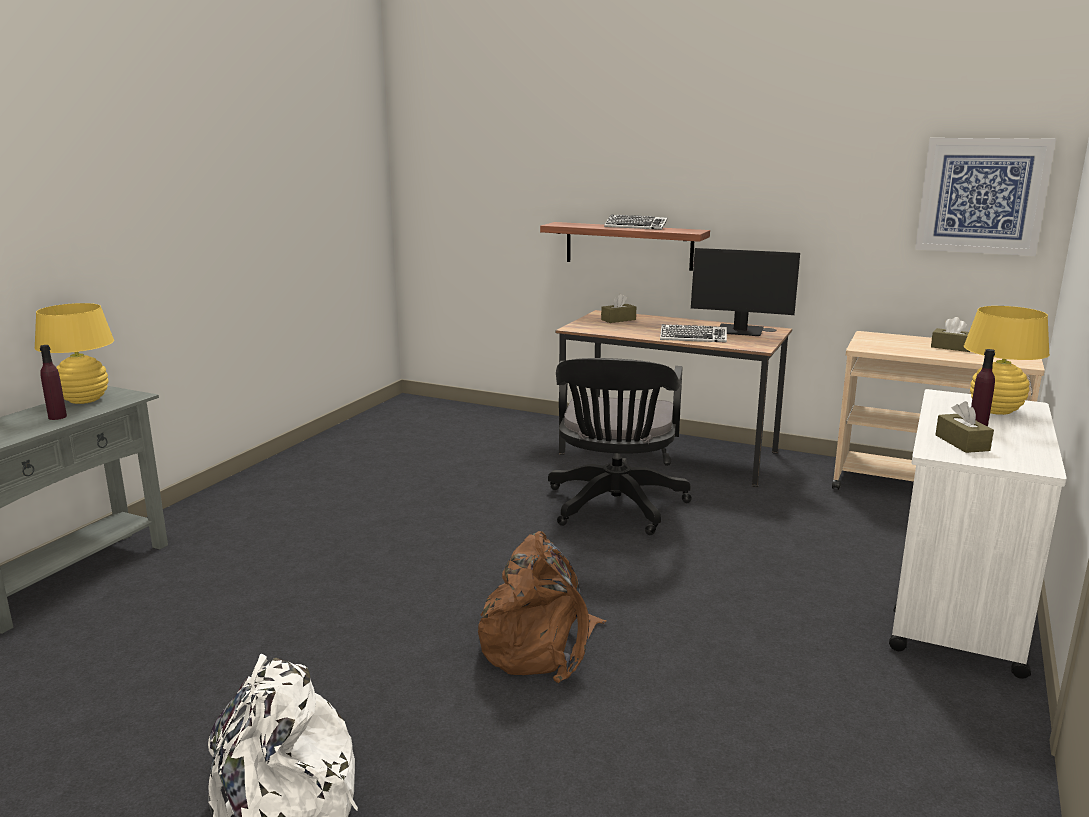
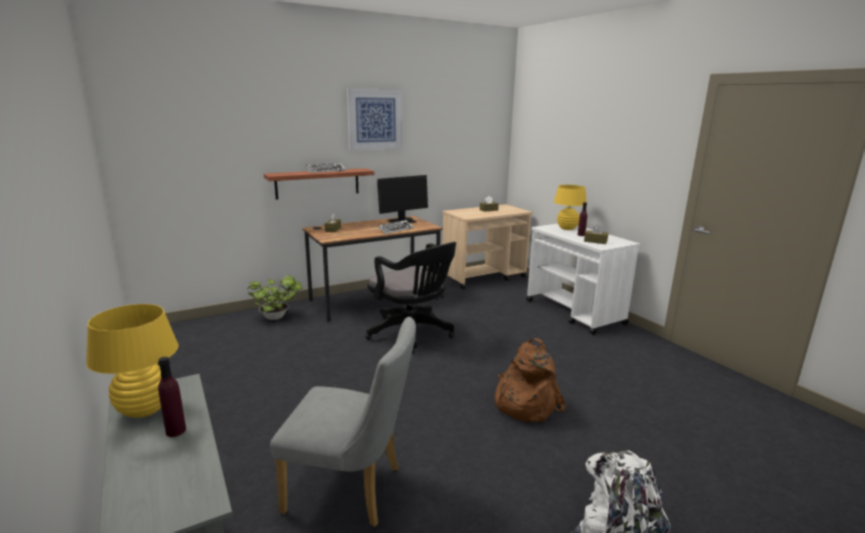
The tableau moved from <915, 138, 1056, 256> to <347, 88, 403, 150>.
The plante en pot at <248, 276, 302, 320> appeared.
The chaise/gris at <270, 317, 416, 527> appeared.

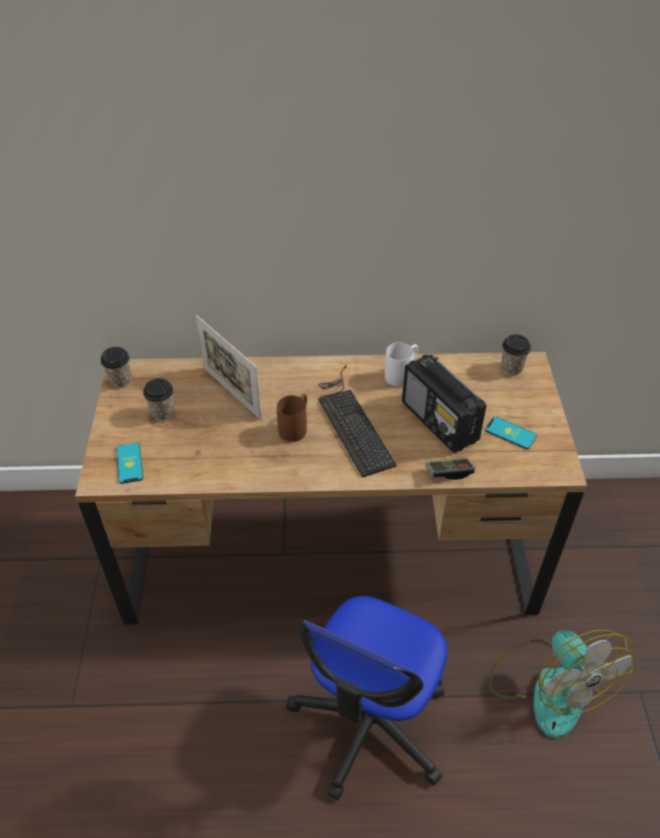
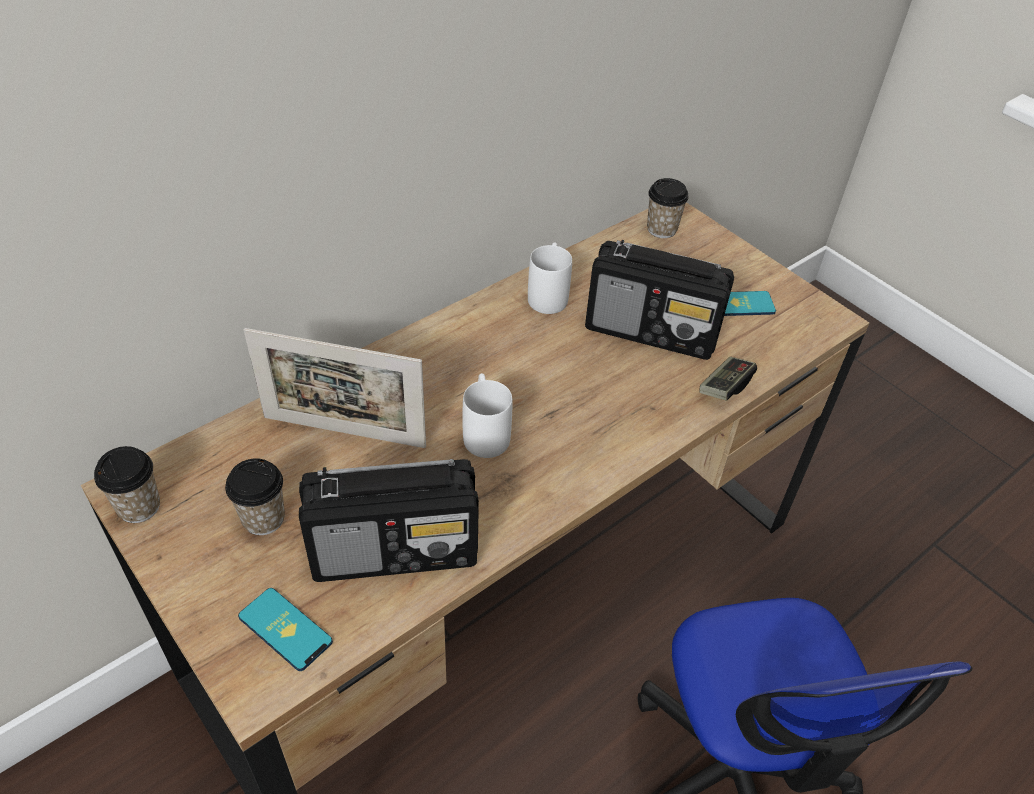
The clavier at <319, 365, 397, 478> disappeared.
The mug/marron at <277, 393, 307, 442> became the mug/blanc at <463, 373, 512, 458>.
The ventilateur at <489, 629, 636, 738> disappeared.
The radio at <299, 459, 479, 582> appeared.

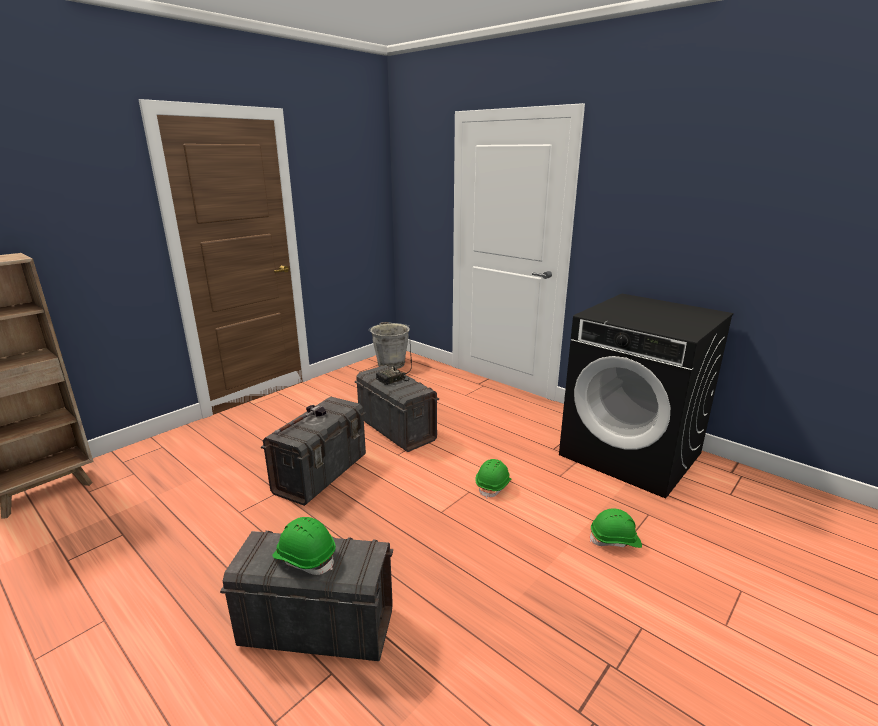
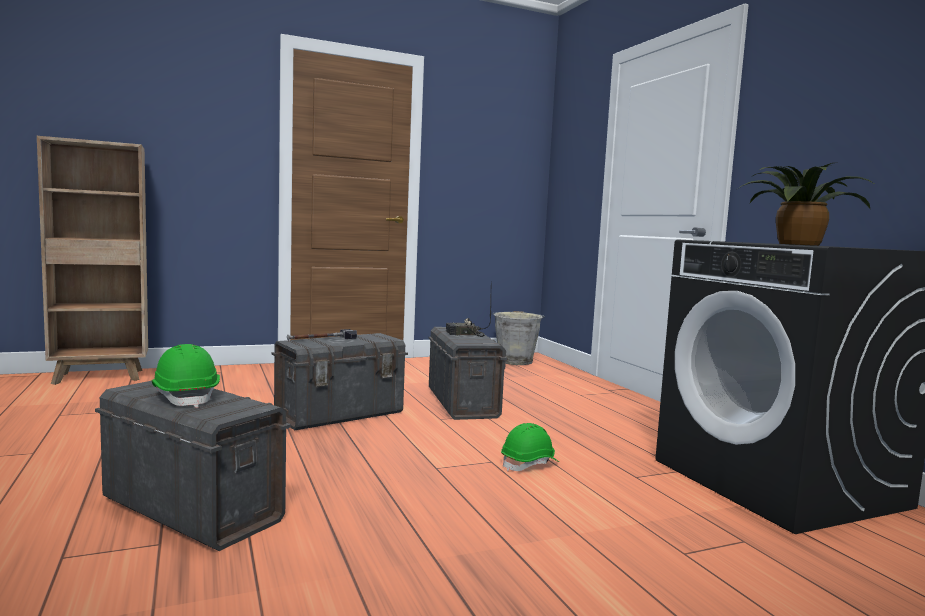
The casque de chantier/vert at <590, 508, 642, 548> disappeared.
The plante en pot at <739, 162, 873, 246> appeared.

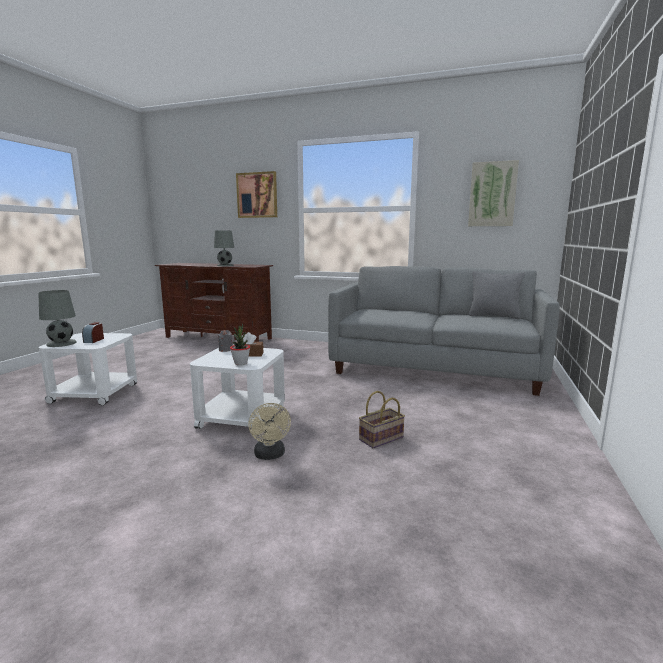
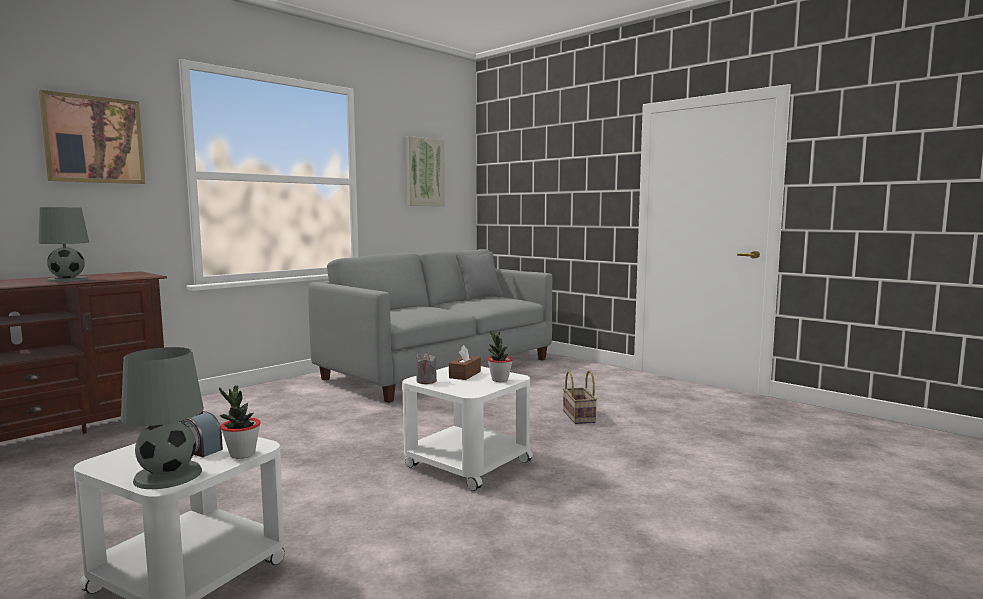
The ventilateur/beige at <248, 403, 291, 460> disappeared.
The plante en pot at <219, 385, 261, 459> appeared.

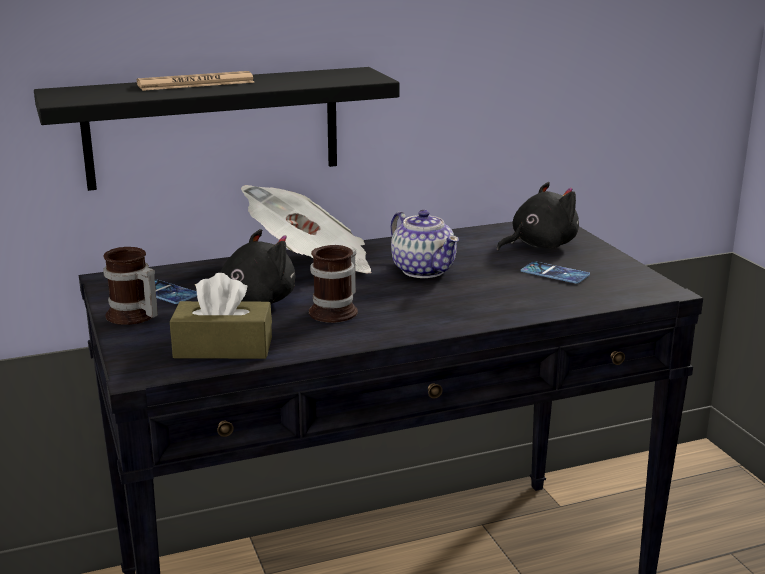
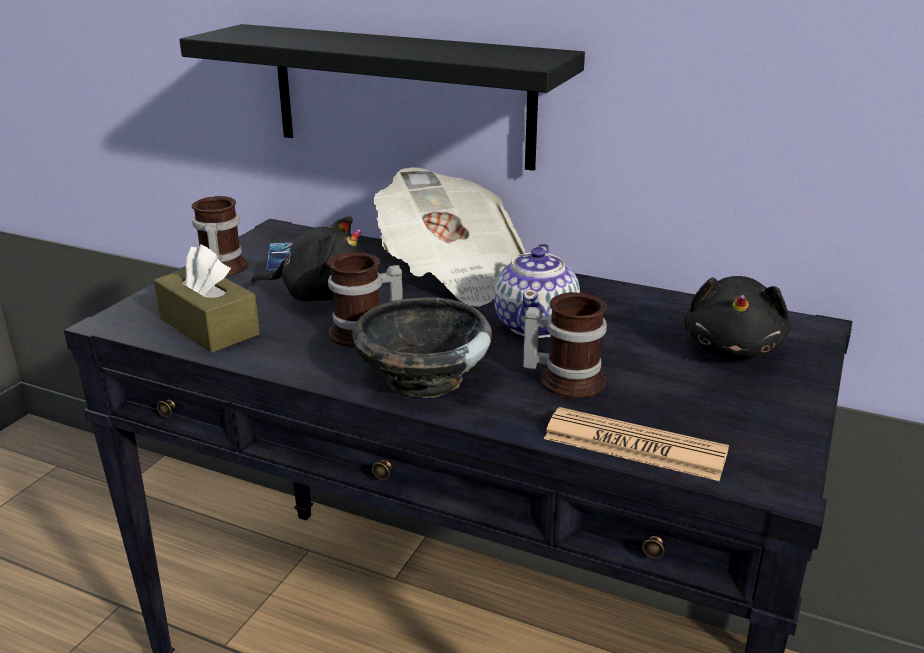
The journal moved from <137, 71, 255, 91> to <544, 407, 729, 481>.
The peluche/noir at <497, 182, 579, 251> turned 90 degrees clockwise.
The téléphone at <521, 261, 590, 284> disappeared.
The mug at <523, 292, 607, 398> appeared.
The bol/noir at <352, 297, 492, 398> appeared.

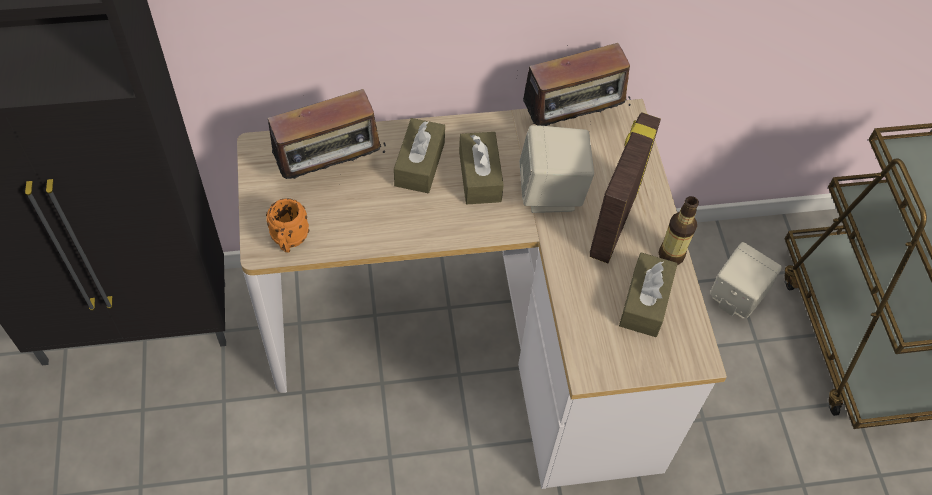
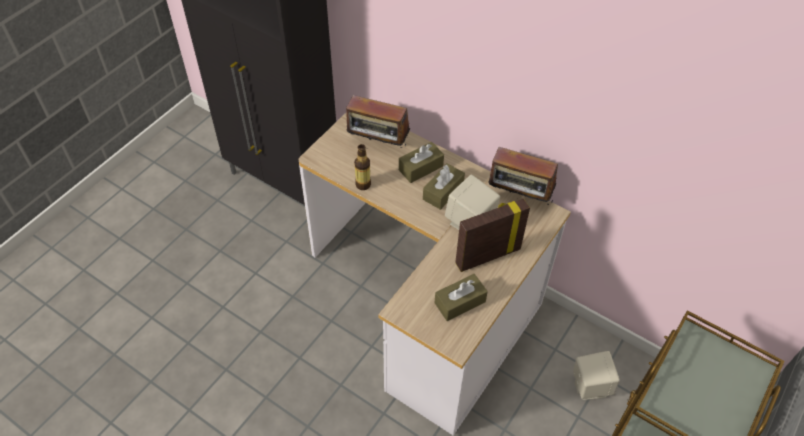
The bouteille moved from <659, 196, 699, 265> to <354, 144, 371, 190>.
The mug/orange at <266, 198, 309, 252> disappeared.

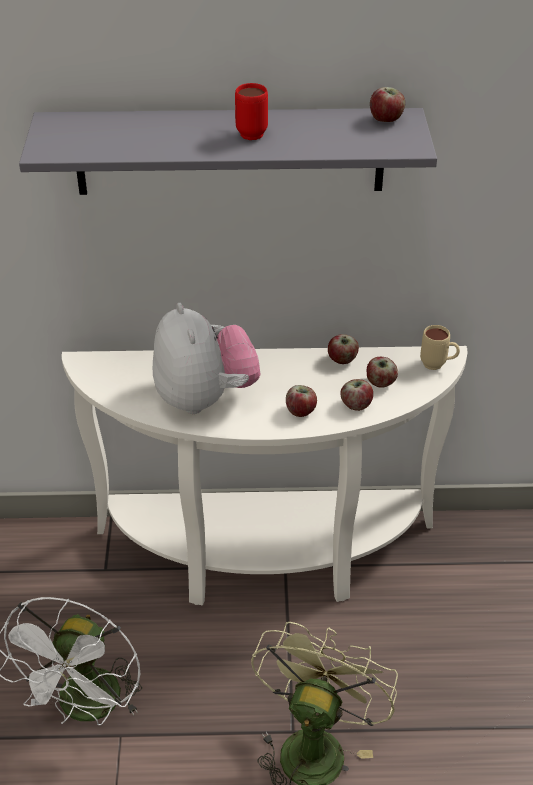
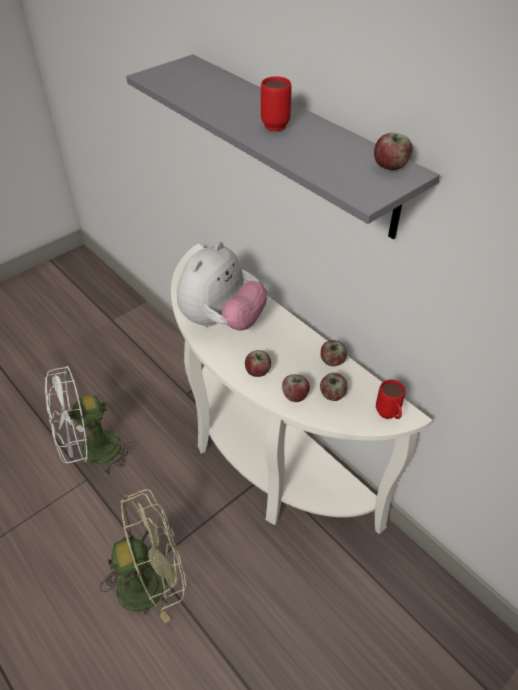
The mug/beige at <420, 325, 460, 370> became the mug/rouge at <376, 379, 405, 419>.

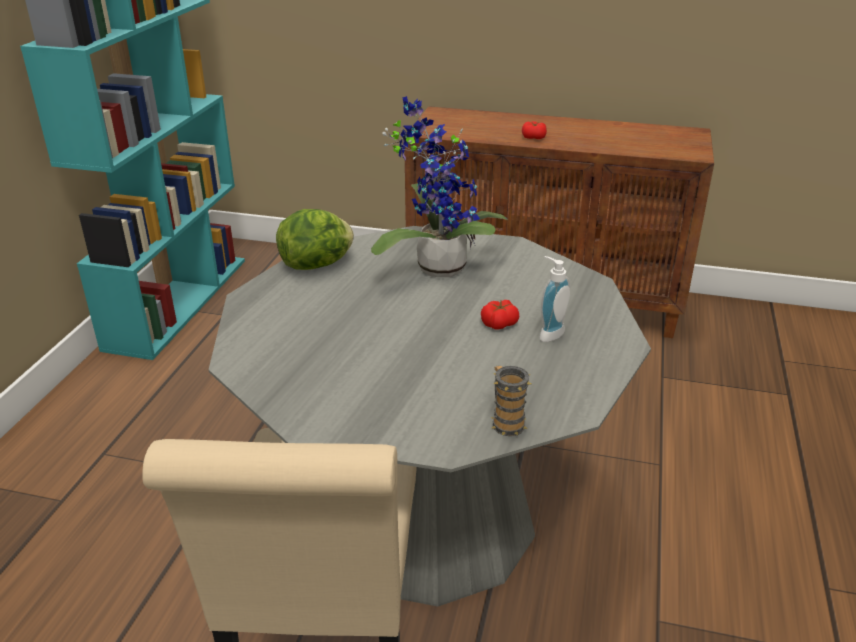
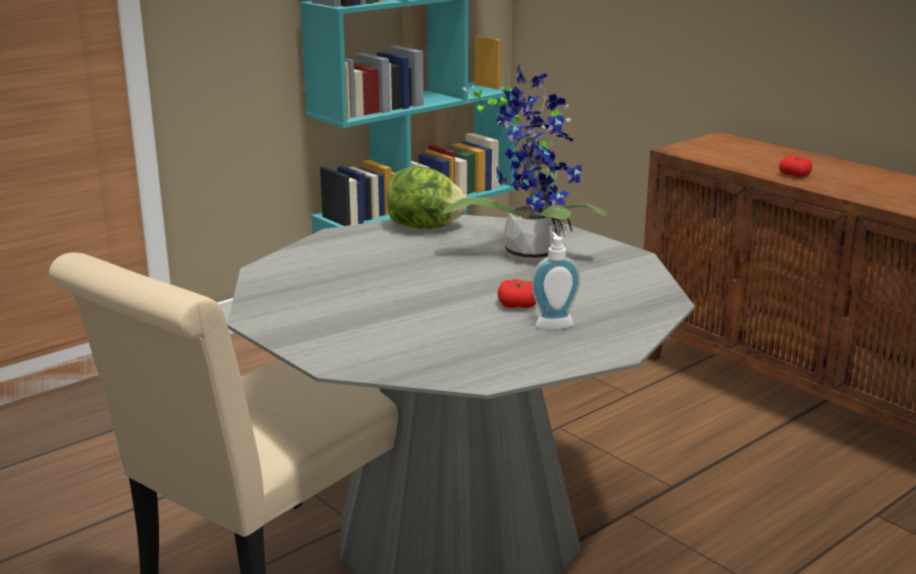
The mug at <491, 366, 531, 436> disappeared.

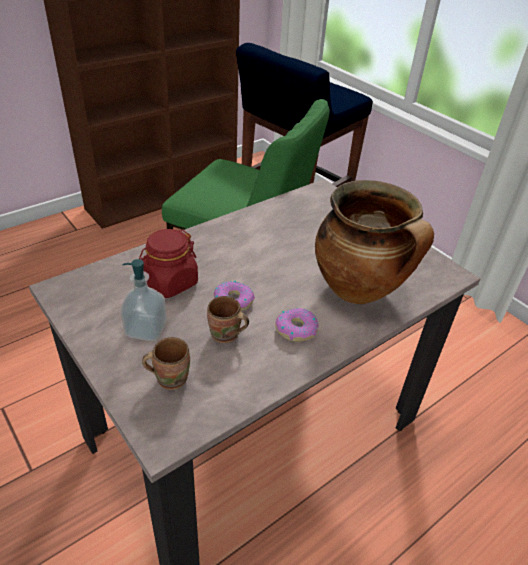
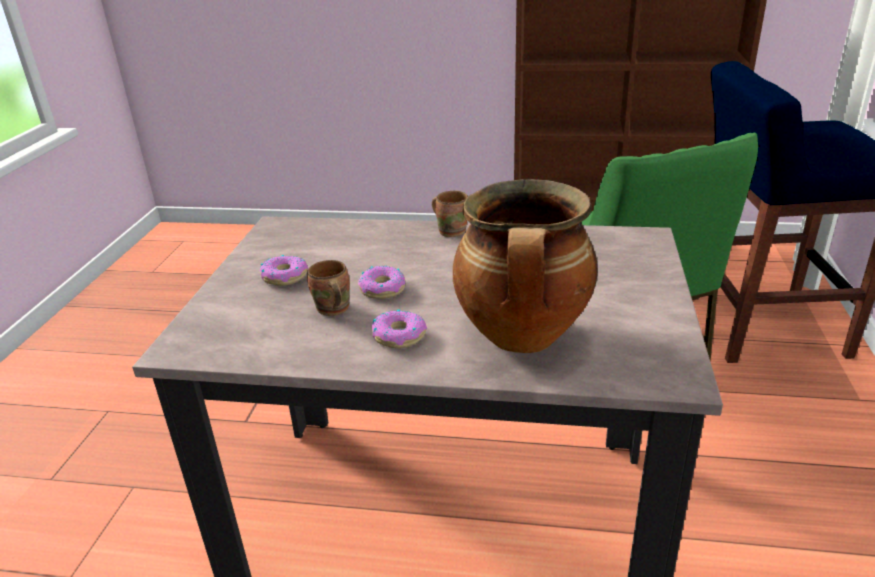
The bocal/rouge at <139, 229, 198, 298> disappeared.
The distributeur de savon at <121, 259, 167, 341> was replaced by the beignet at <260, 255, 308, 286>.
The mug/marron moved from <142, 337, 190, 390> to <432, 191, 468, 237>.

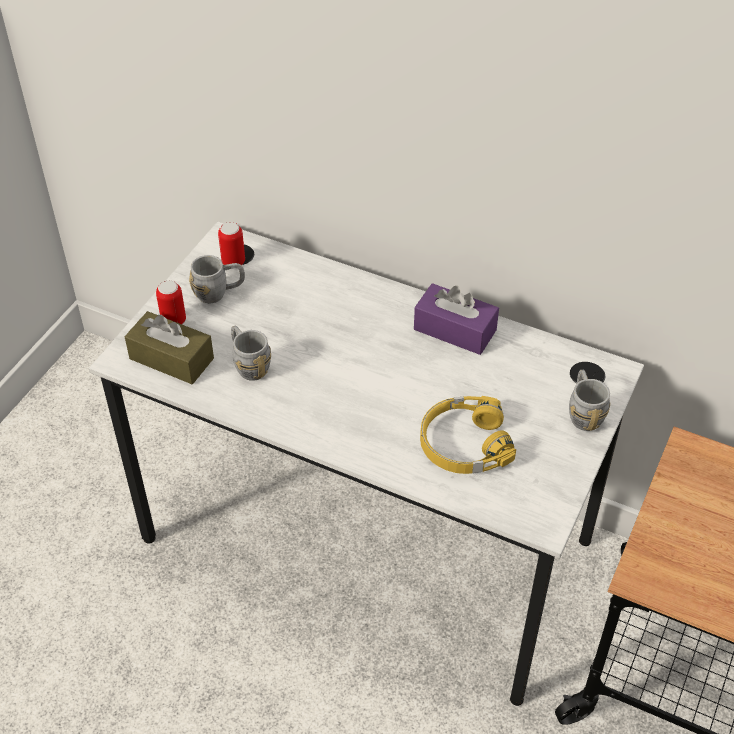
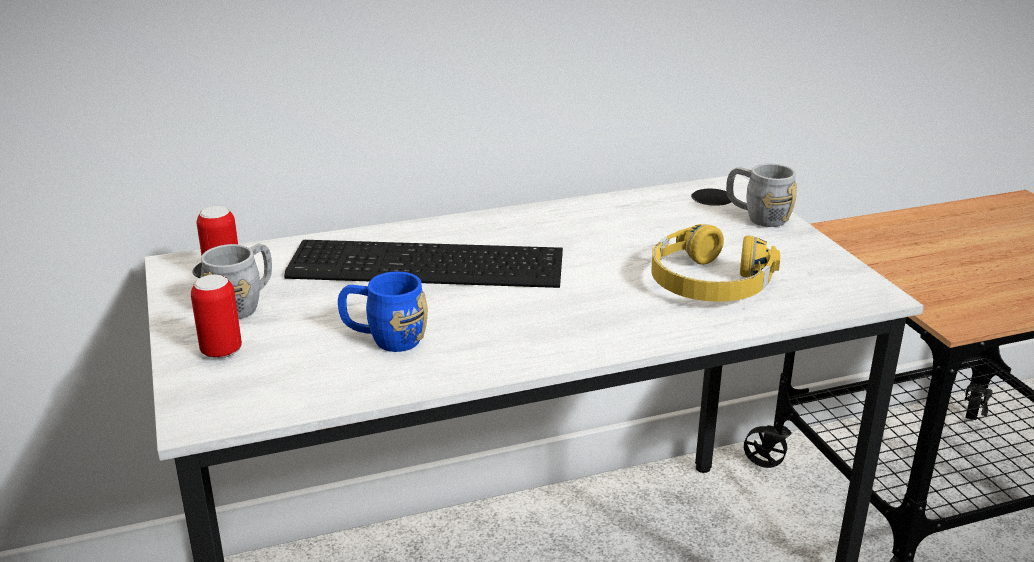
The boîte à mouchoirs/violet at <414, 283, 499, 355> disappeared.
The boîte à mouchoirs/marron at <124, 311, 214, 384> disappeared.
The mug/gris at <231, 326, 271, 381> became the mug/bleu at <338, 272, 428, 352>.
The clavier at <284, 240, 563, 288> appeared.

